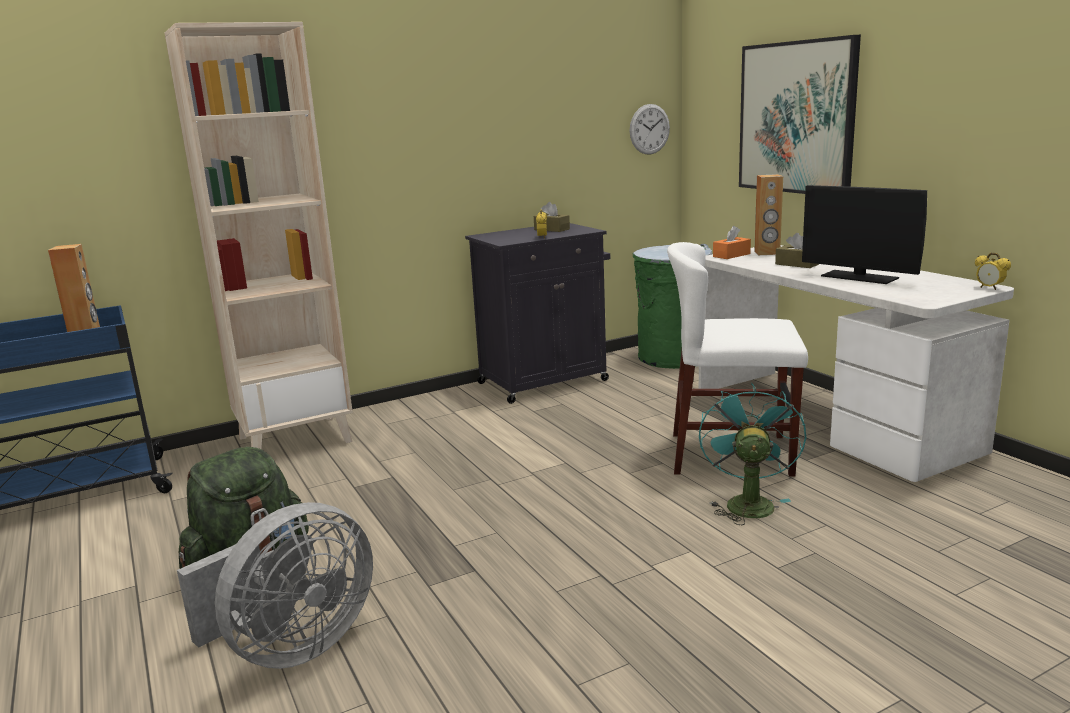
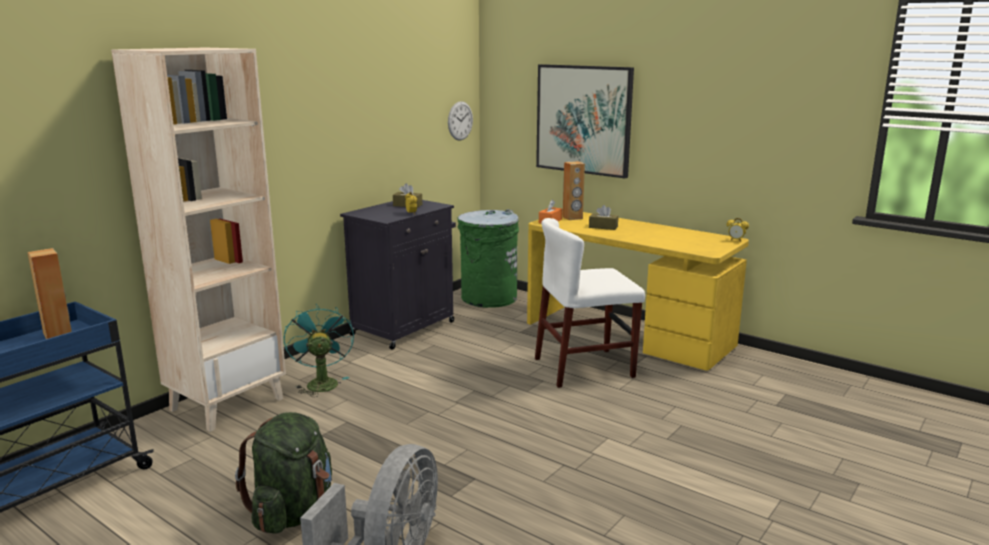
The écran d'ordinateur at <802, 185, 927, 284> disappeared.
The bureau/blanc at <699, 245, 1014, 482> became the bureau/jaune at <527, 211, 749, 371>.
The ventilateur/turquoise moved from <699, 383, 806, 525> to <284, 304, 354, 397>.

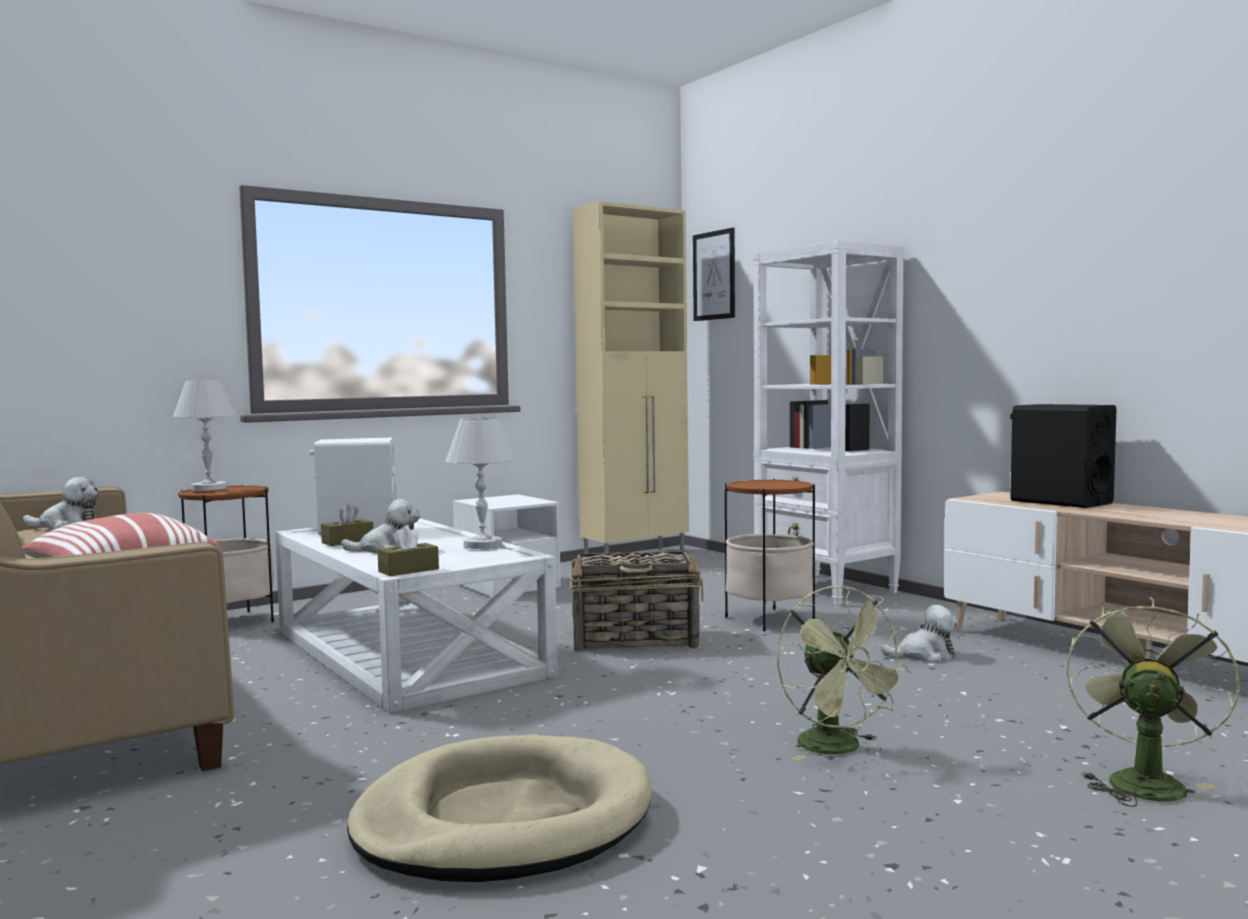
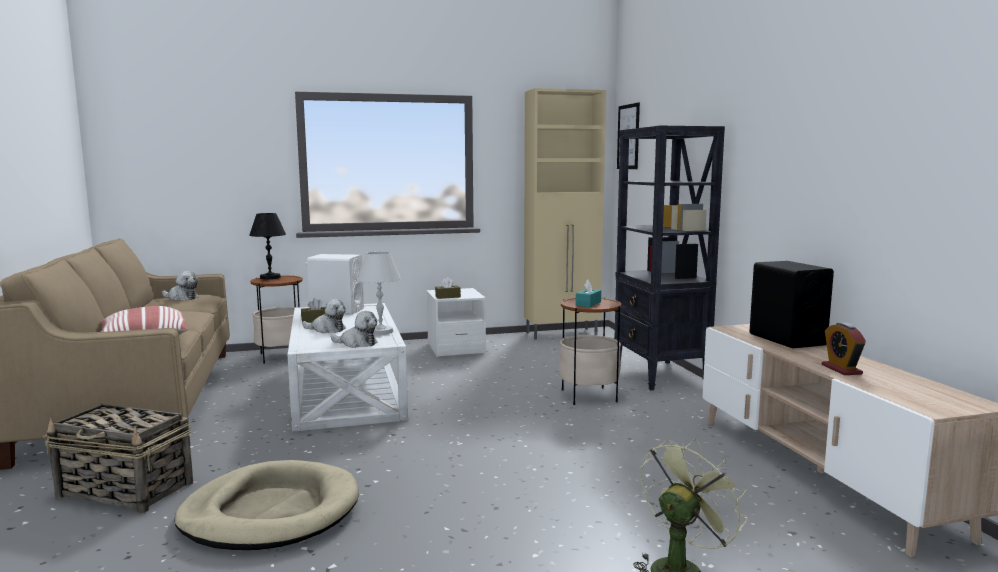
The bibliothèque/blanc at <753, 240, 904, 606> became the bibliothèque/noir at <614, 125, 725, 390>.
The lampe de table/blanc at <173, 380, 237, 491> became the lampe de table/noir at <249, 213, 286, 279>.
The boîte à mouchoirs/marron moved from <378, 525, 439, 576> to <435, 277, 461, 299>.
The panier moved from <570, 551, 703, 652> to <43, 404, 193, 514>.
The ventilateur/vert at <777, 585, 911, 760> disappeared.
The peluche moved from <881, 605, 958, 663> to <331, 311, 378, 348>.
The boîte à mouchoirs/turquoise at <576, 280, 601, 307> appeared.
The réveil at <822, 322, 866, 375> appeared.

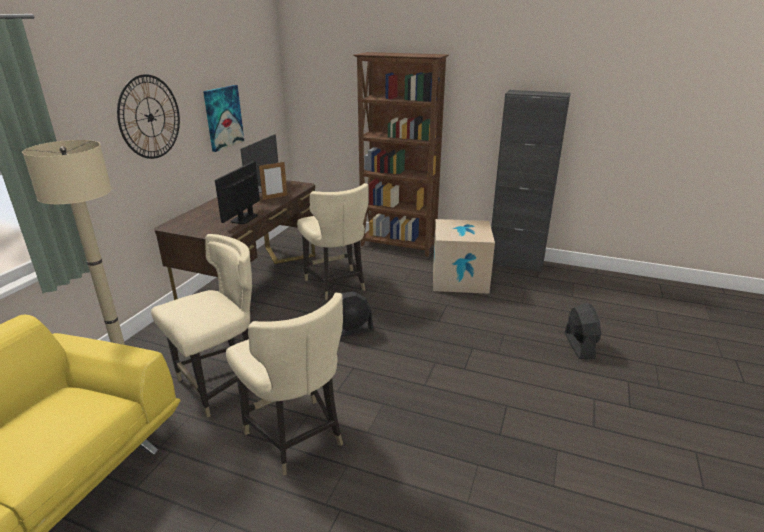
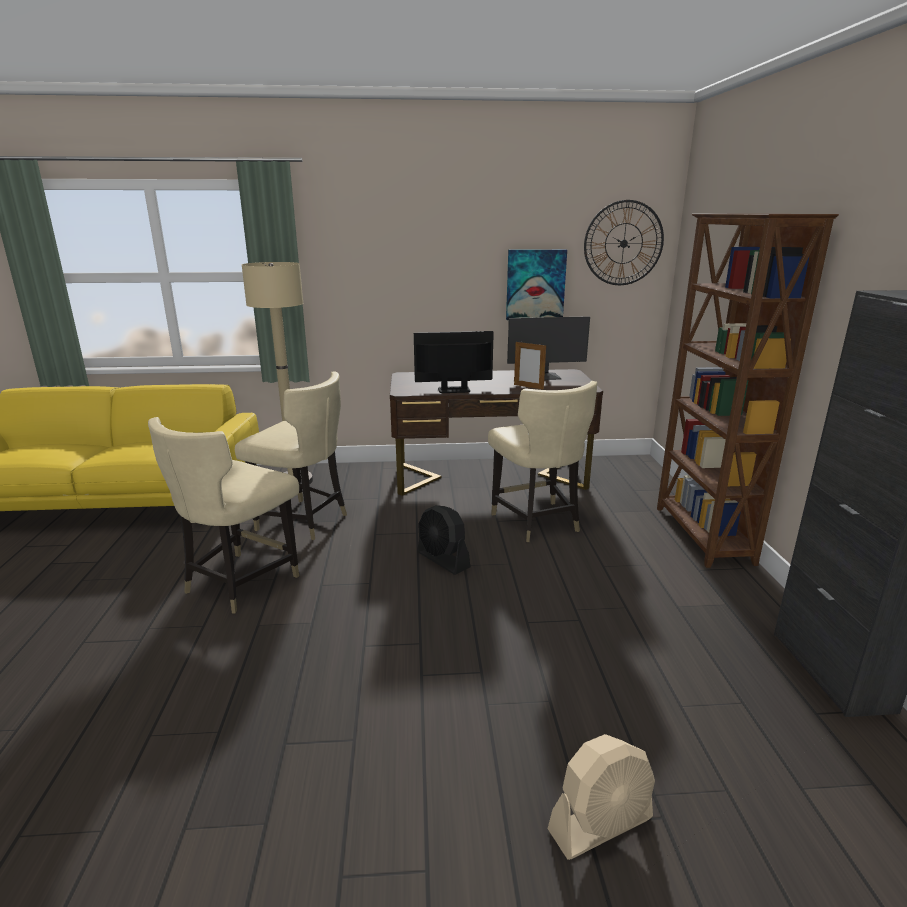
The horloge murale moved from <117, 74, 180, 159> to <584, 200, 664, 285>.
The chaise/beige at <297, 183, 369, 300> turned 60 degrees counterclockwise.
The carton at <433, 219, 495, 294> disappeared.
The ventilateur/noir at <565, 303, 601, 359> became the ventilateur/beige at <548, 734, 655, 860>.

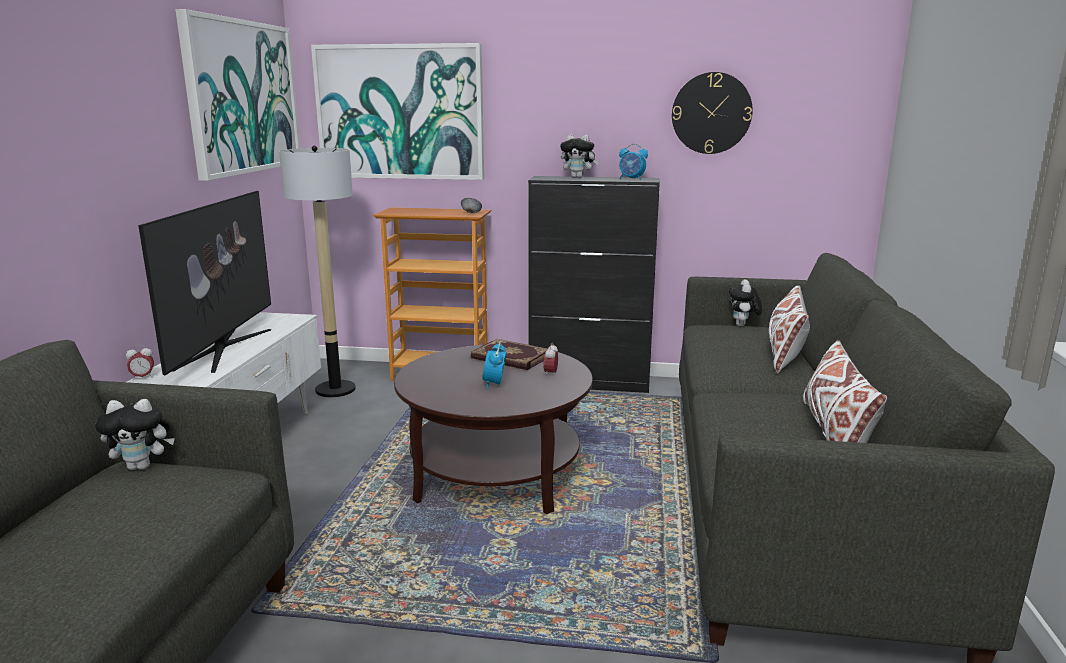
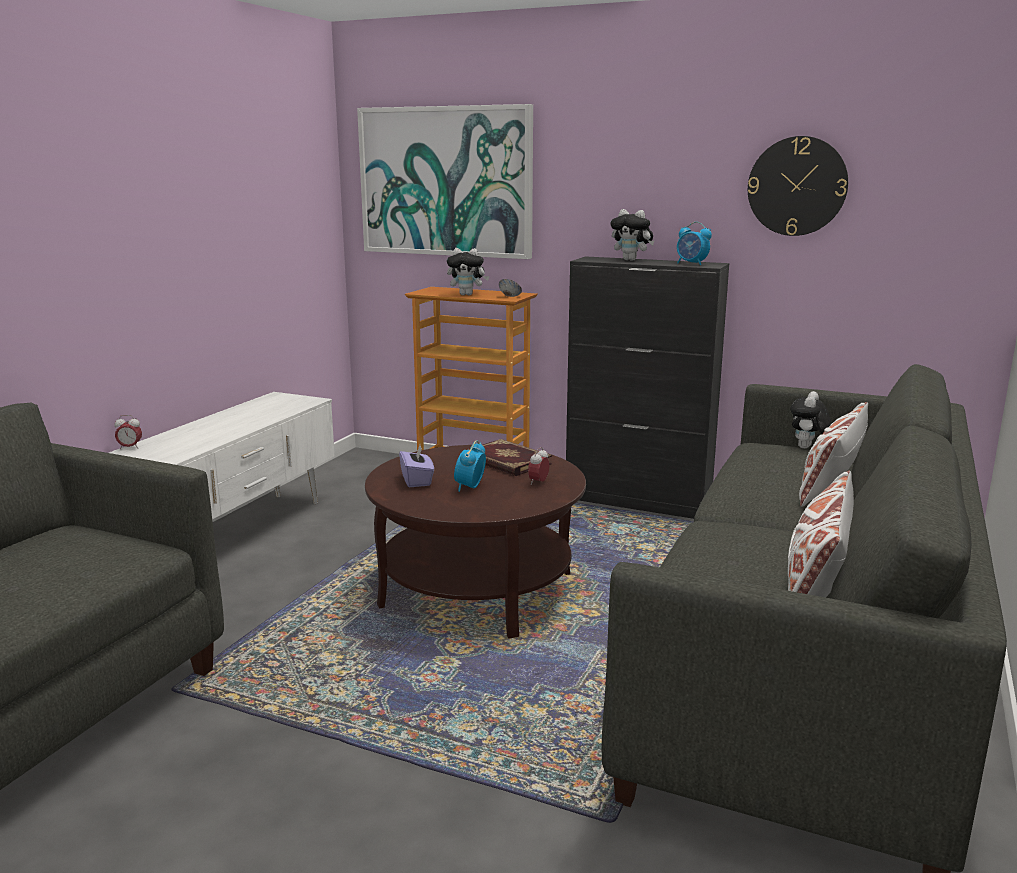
The tableau at <175, 9, 300, 181> disappeared.
The lampadaire at <279, 146, 356, 397> disappeared.
The téléviseur at <138, 191, 271, 375> disappeared.
The peluche moved from <95, 399, 175, 470> to <447, 248, 490, 295>.
The boîte à mouchoirs/violet at <399, 445, 434, 487> appeared.

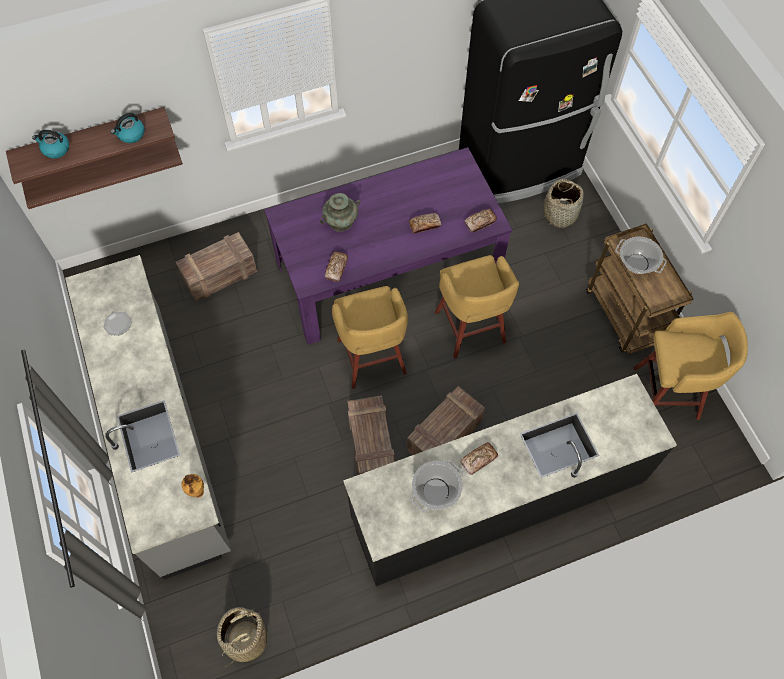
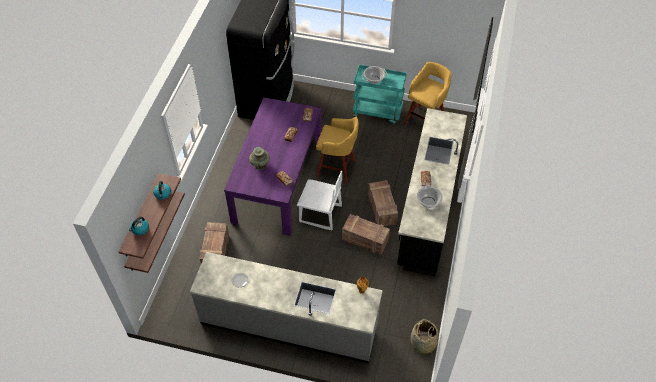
The panier at <543, 179, 584, 228> disappeared.
The chariot/marron at <586, 223, 693, 354> became the chariot/turquoise at <353, 65, 407, 124>.
The tabouret/jaune at <332, 286, 408, 389> was replaced by the chaise/blanc at <297, 171, 342, 230>.

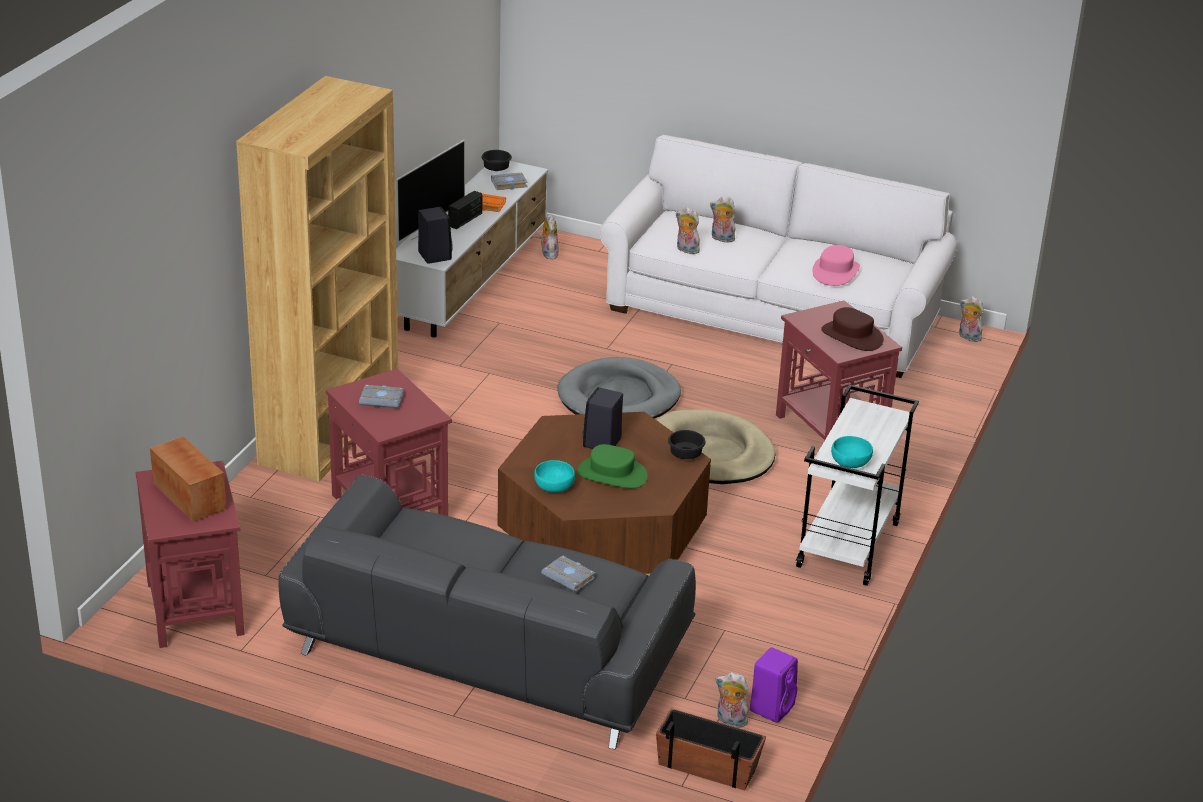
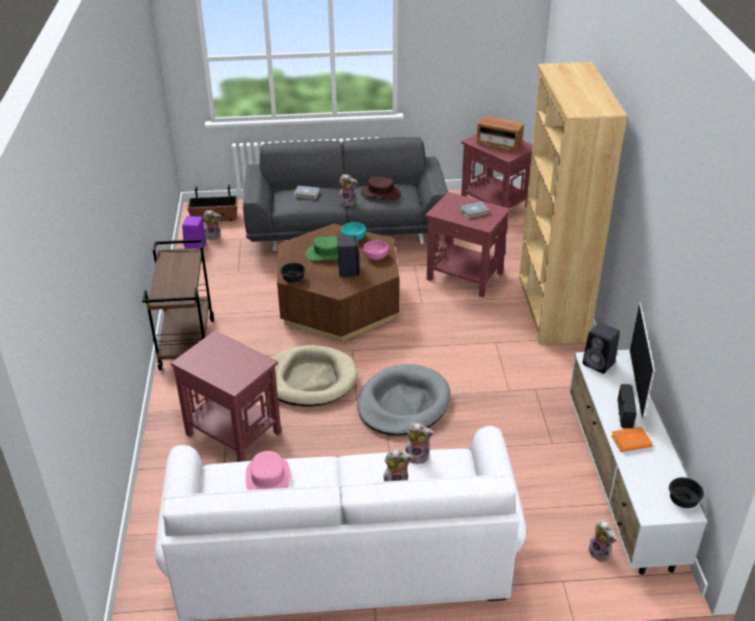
The livre/gris at <491, 172, 528, 190> disappeared.
The peluche moved from <959, 296, 984, 342> to <339, 174, 358, 206>.
The chapeau/marron moved from <821, 307, 884, 351> to <361, 176, 401, 200>.
The chariot/blanc at <796, 384, 919, 586> became the chariot/marron at <142, 239, 214, 370>.
The bol/turquoise at <831, 436, 873, 468> disappeared.
The bol/rose at <363, 240, 389, 260> appeared.

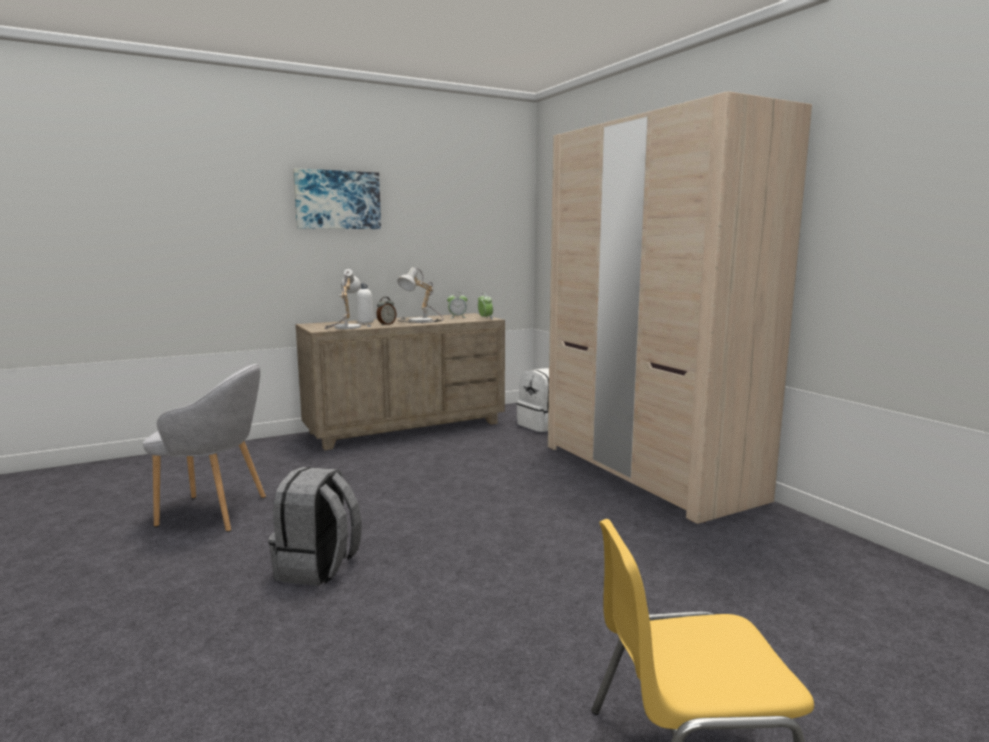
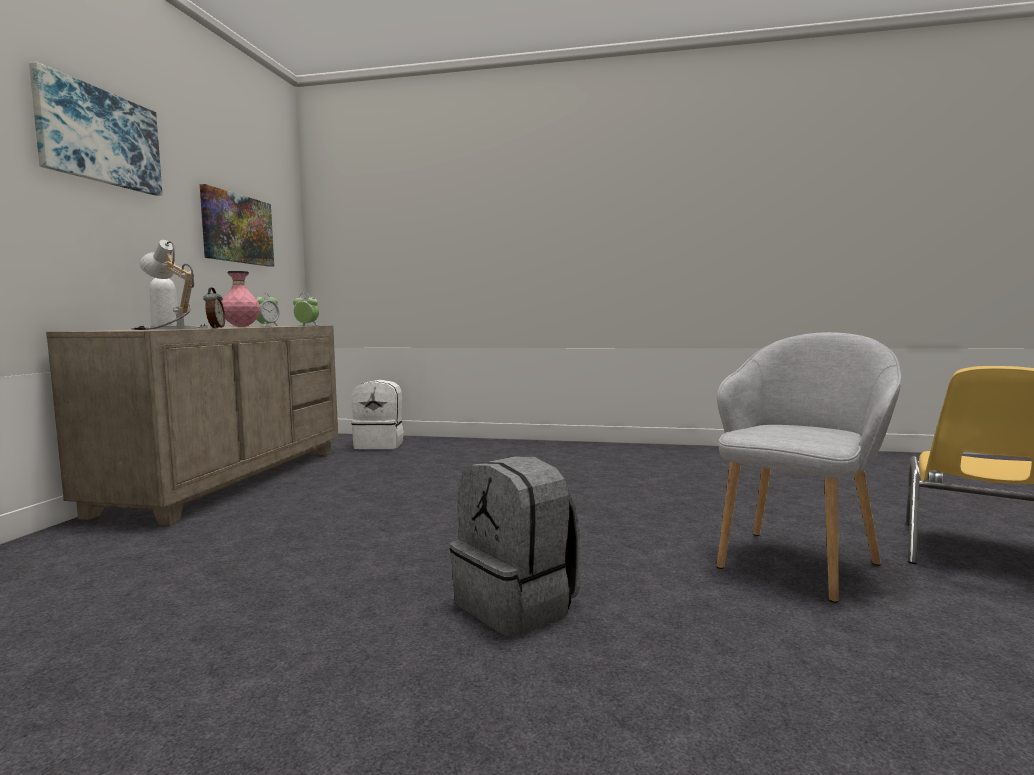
The armoire/beige at <548, 91, 812, 524> disappeared.
The lampe de table at <397, 267, 444, 323> was replaced by the vase/rose at <222, 271, 260, 327>.
The fauteuil/gris moved from <143, 364, 266, 532> to <716, 332, 901, 603>.
The tableau at <200, 184, 274, 267> appeared.

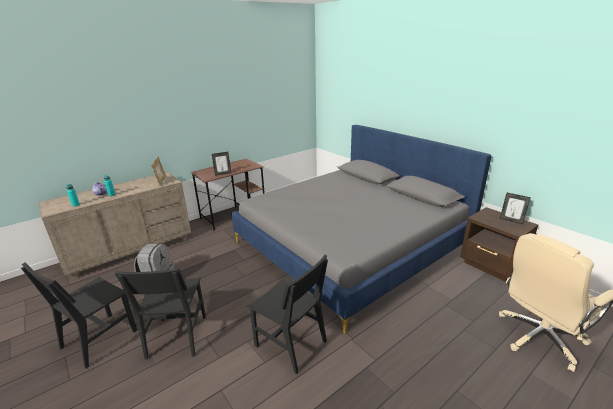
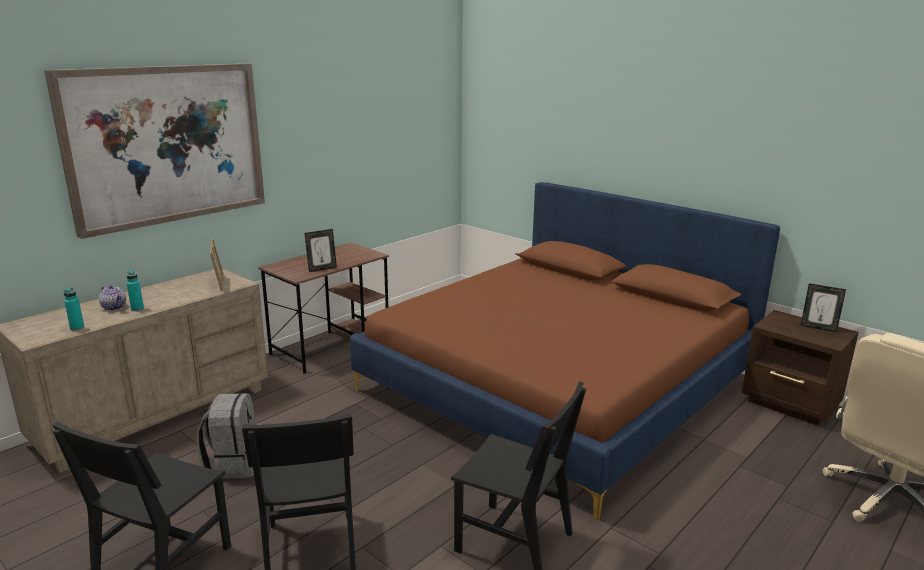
The lit/gris at <231, 125, 492, 333> became the lit/marron at <350, 182, 780, 520>.
The tableau at <44, 64, 265, 239> appeared.

